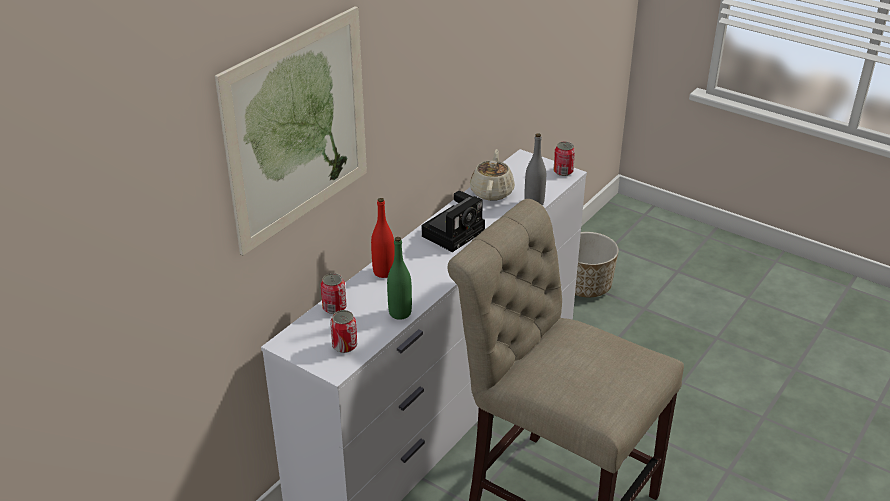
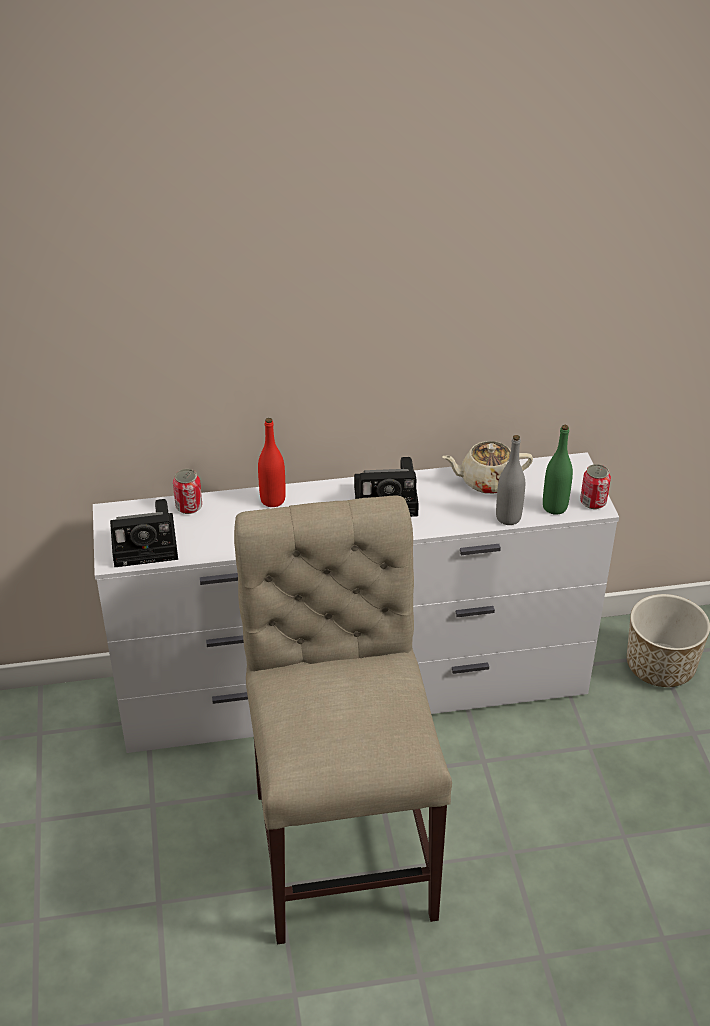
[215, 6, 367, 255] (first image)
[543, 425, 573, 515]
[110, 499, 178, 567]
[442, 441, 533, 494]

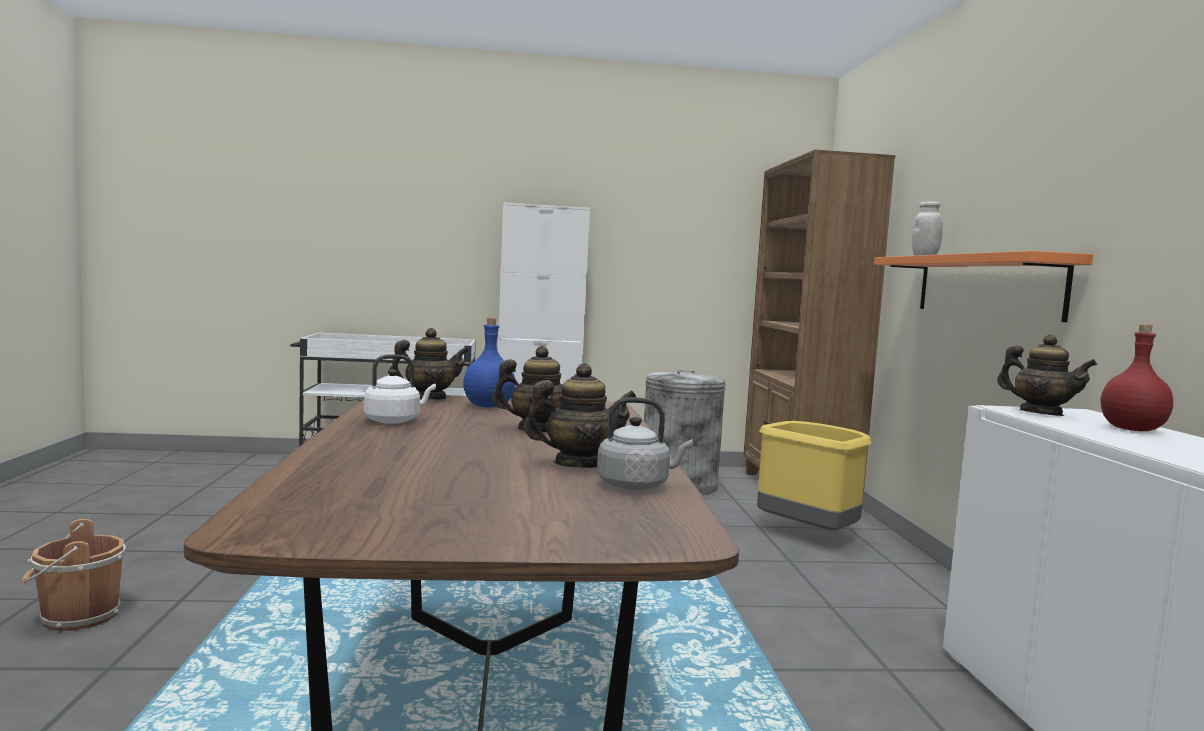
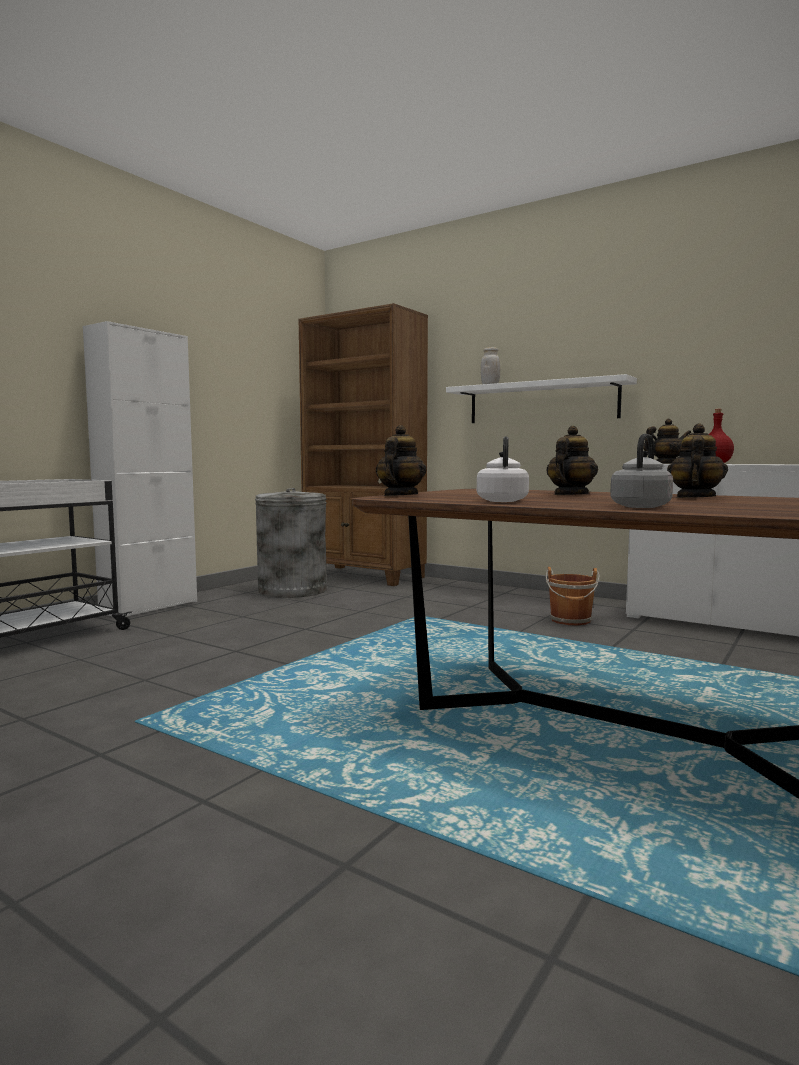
[463, 318, 515, 408] (first image)
[757, 421, 871, 530] (first image)
[546, 567, 600, 625]
[610, 434, 673, 508]
[446, 374, 637, 423]

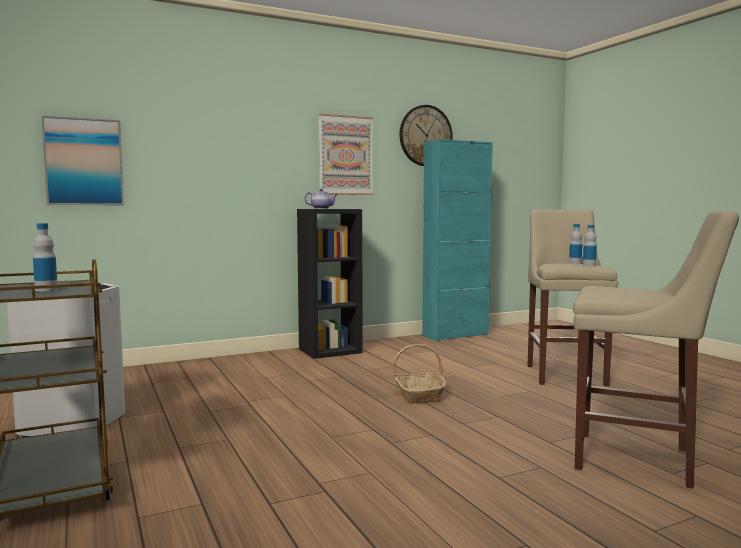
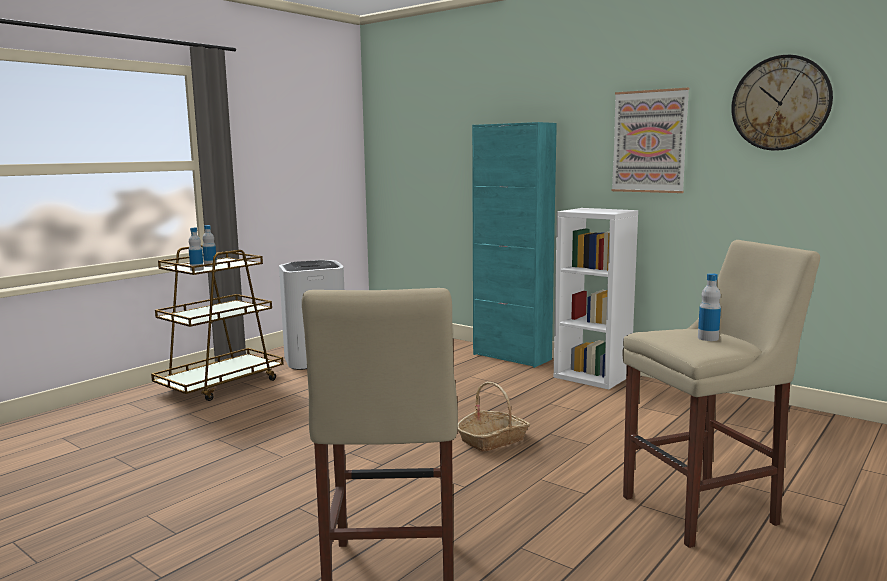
[42, 116, 124, 205] (first image)
[305, 189, 338, 209] (first image)
[472, 122, 557, 368]
[189, 228, 204, 271]
[554, 208, 638, 390]

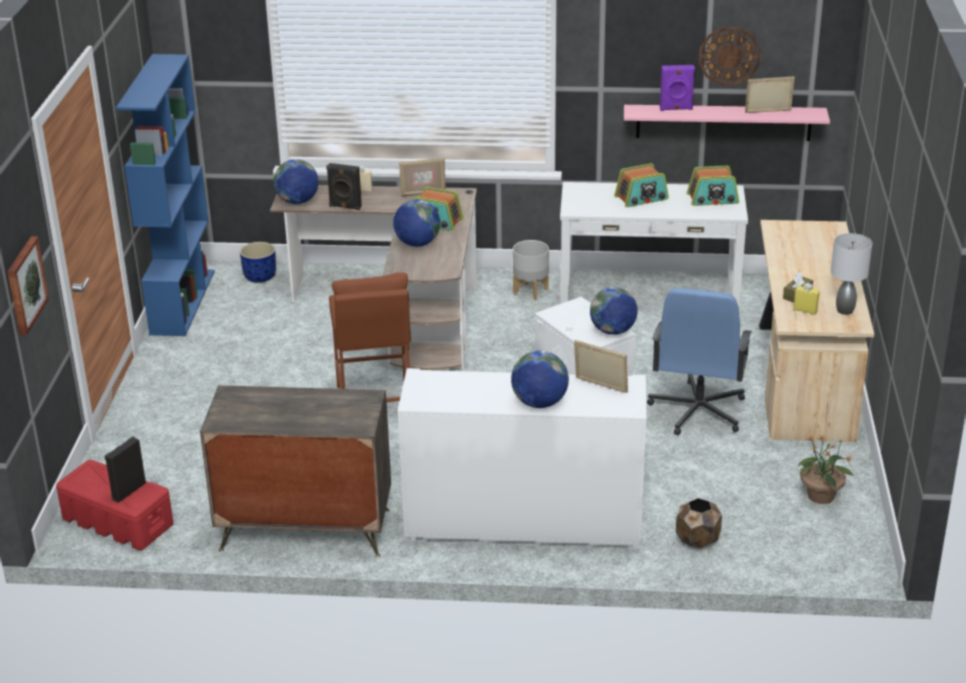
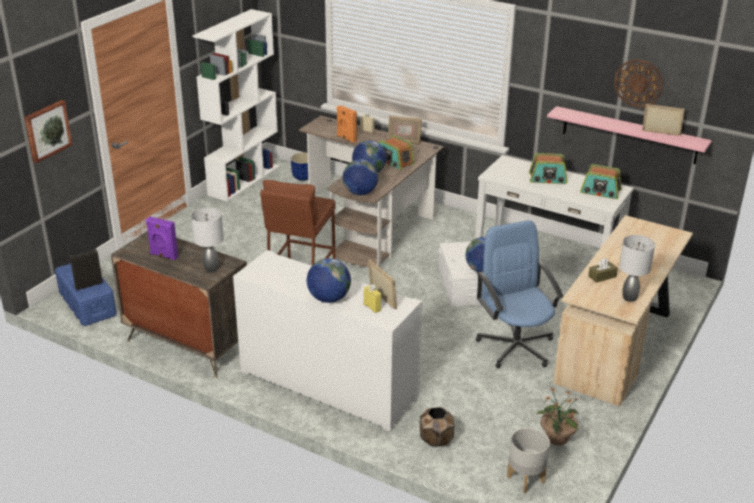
[191, 207, 224, 273]
[343, 159, 378, 195]
[507, 427, 550, 493]
[146, 217, 178, 260]
[364, 284, 381, 313]
[55, 263, 117, 326]
[193, 9, 279, 202]
[337, 105, 357, 143]
[476, 220, 564, 368]

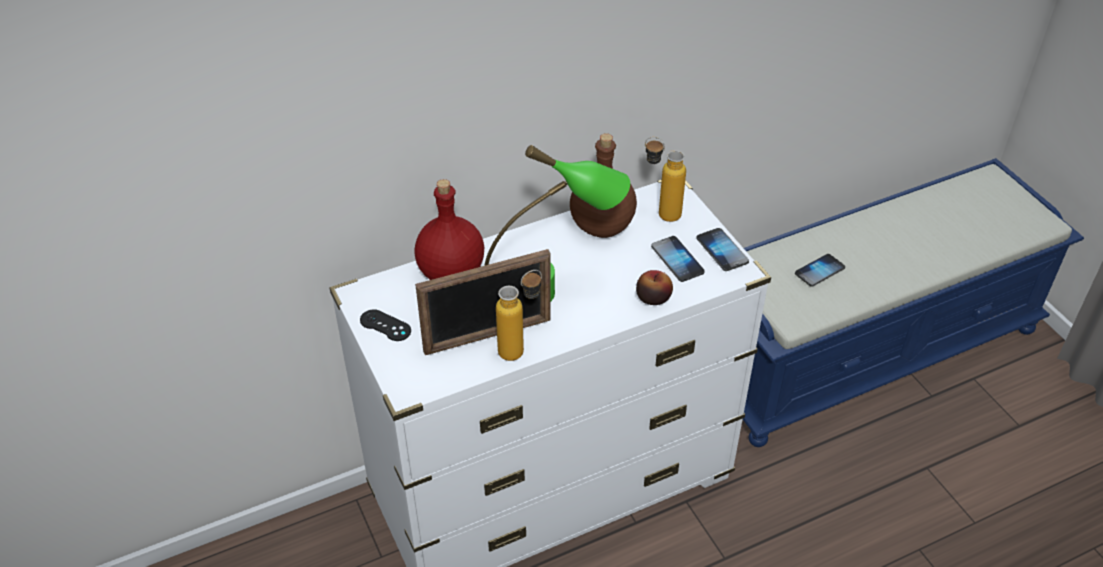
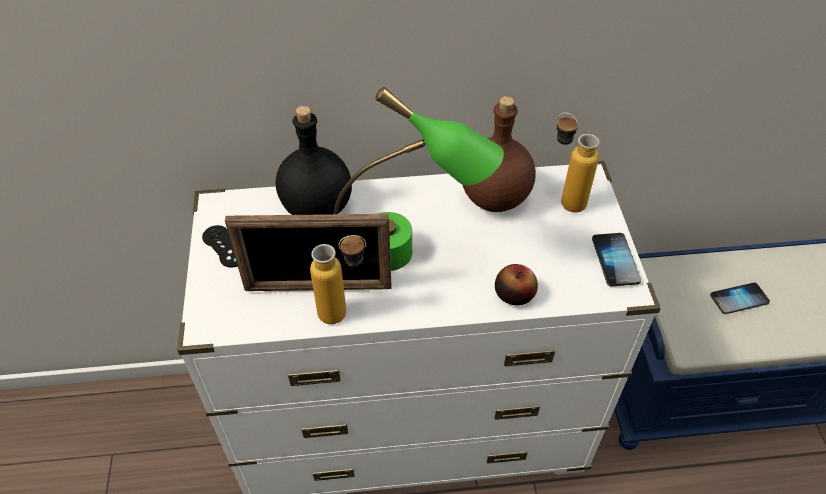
[651, 236, 705, 282] (first image)
[276, 106, 352, 215]

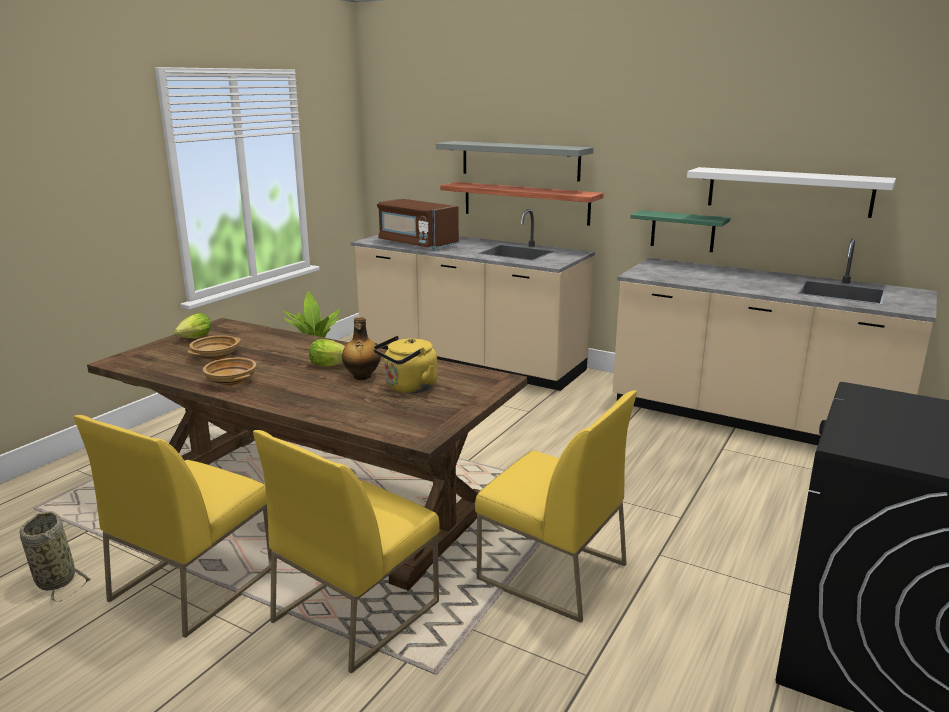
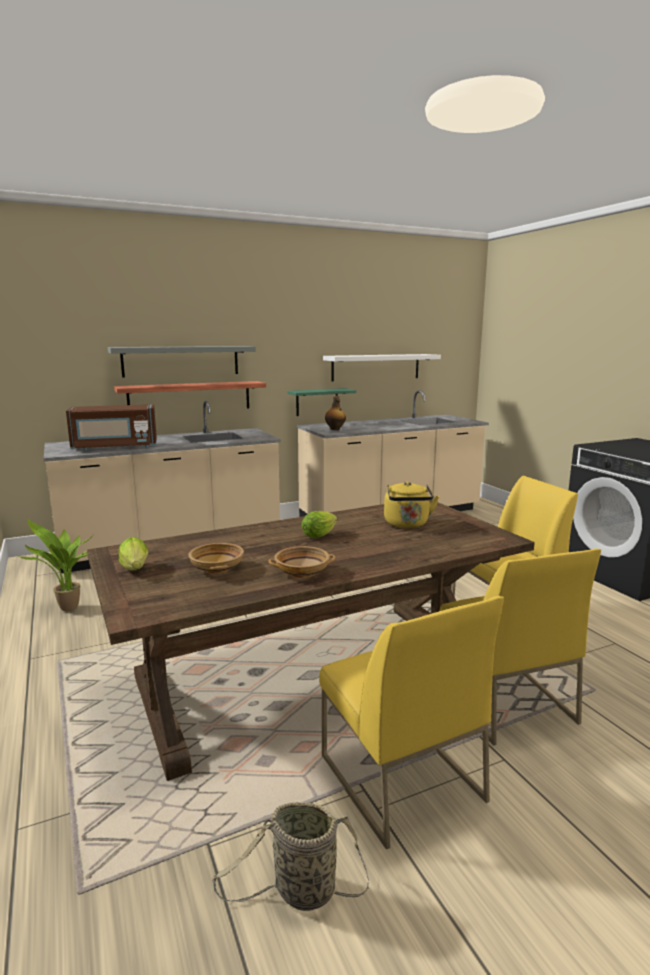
[325, 396, 346, 430]

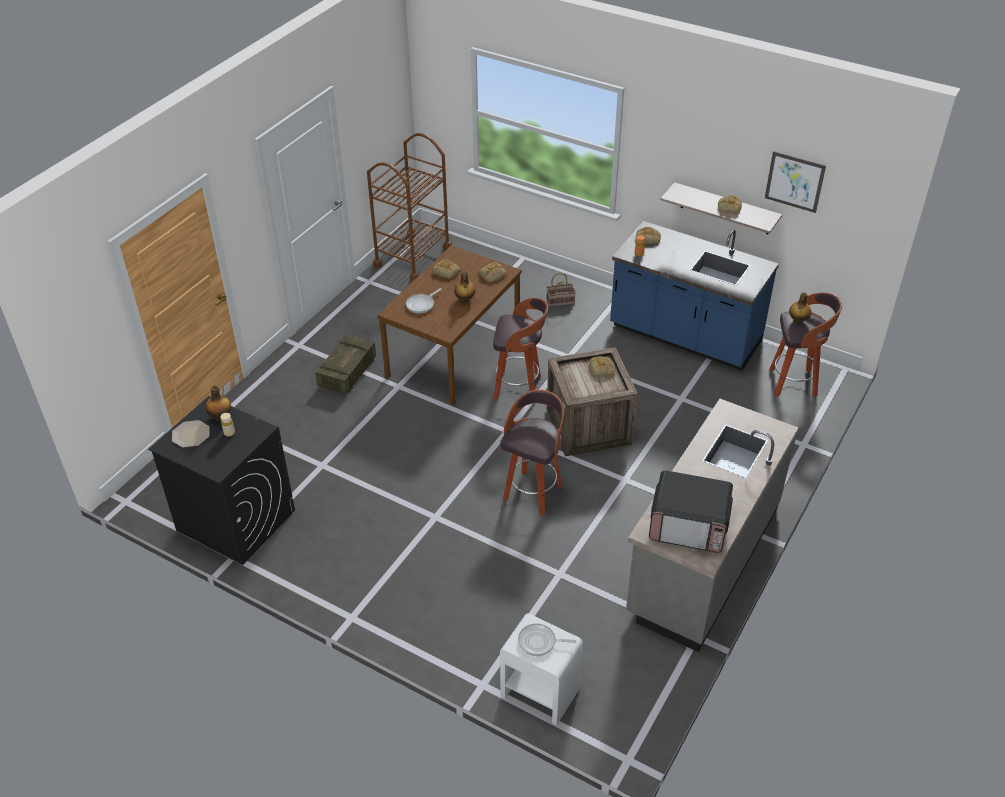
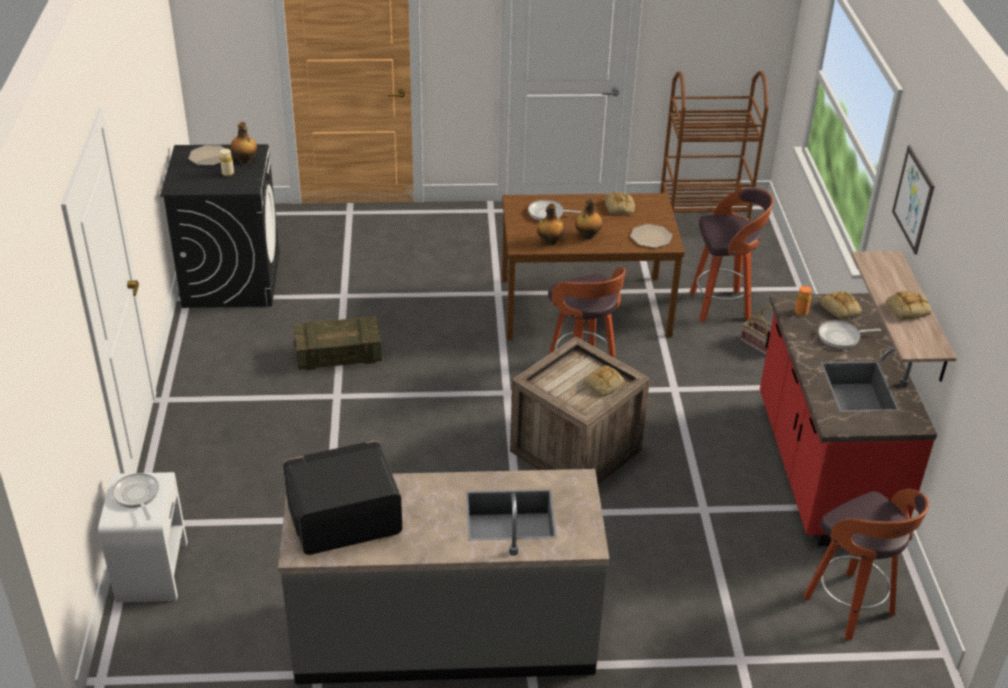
[818, 321, 881, 349]
[293, 316, 382, 371]
[689, 188, 773, 322]
[892, 145, 935, 254]
[537, 203, 565, 245]
[630, 224, 672, 248]
[760, 293, 937, 546]
[283, 440, 402, 555]

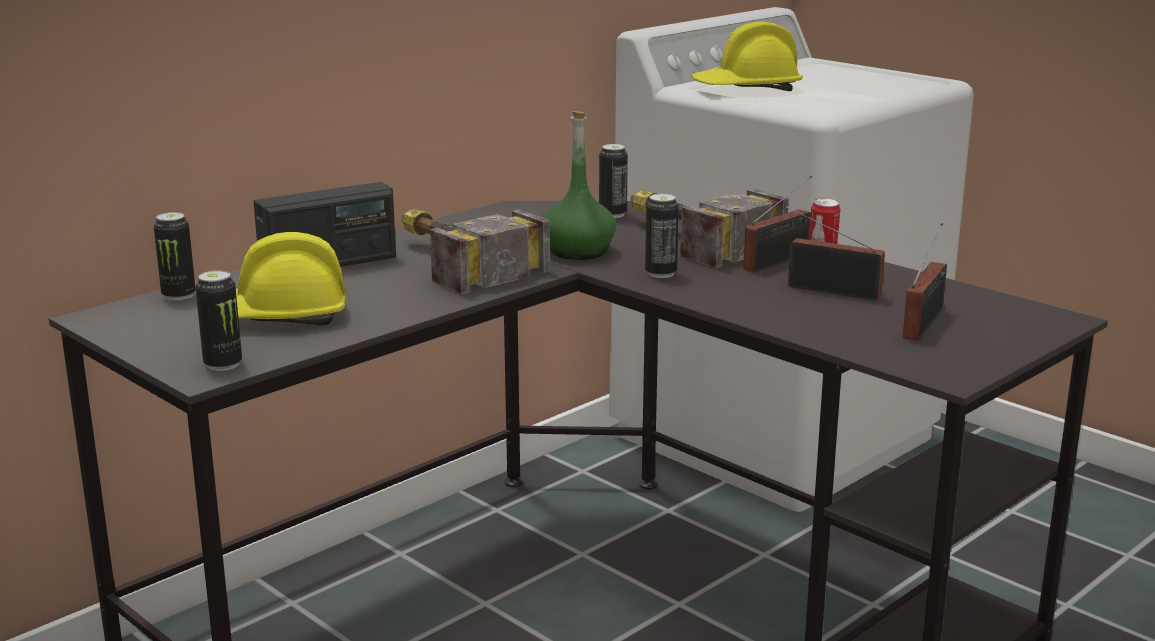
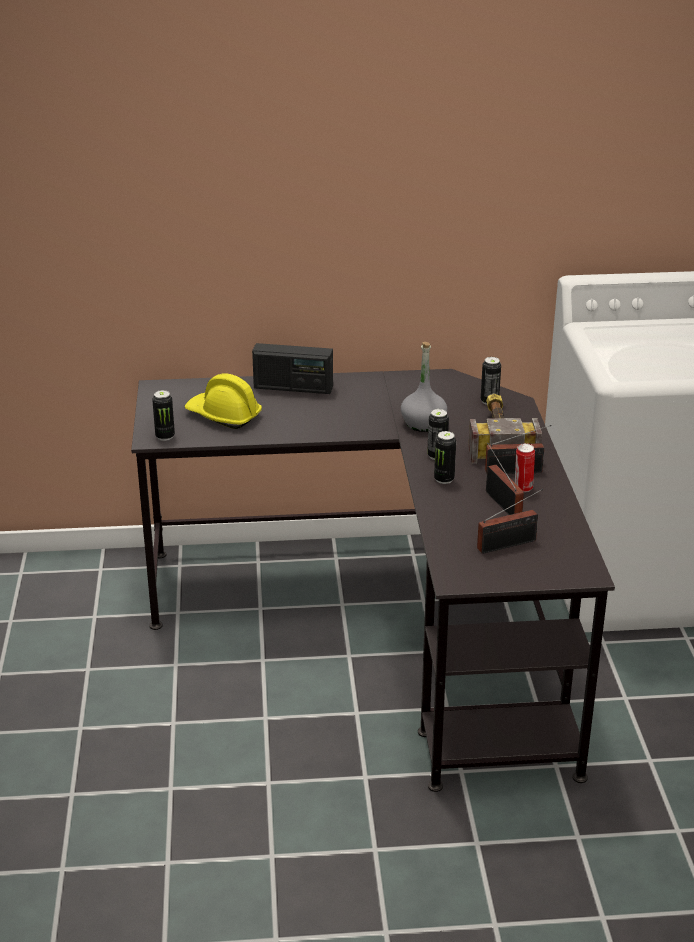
[402, 209, 550, 294] (first image)
[691, 22, 803, 91] (first image)
[434, 431, 456, 484]
[401, 342, 447, 432]

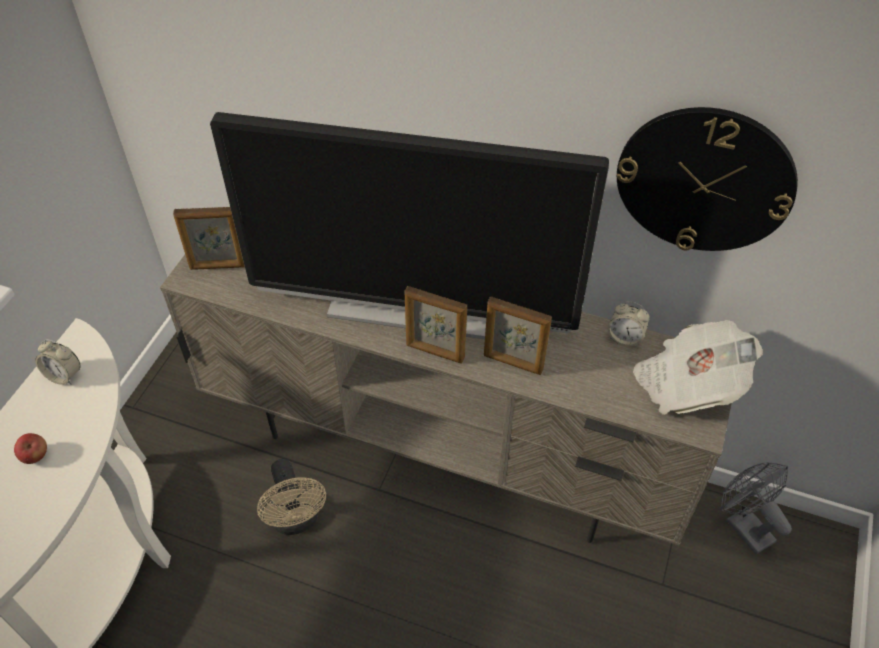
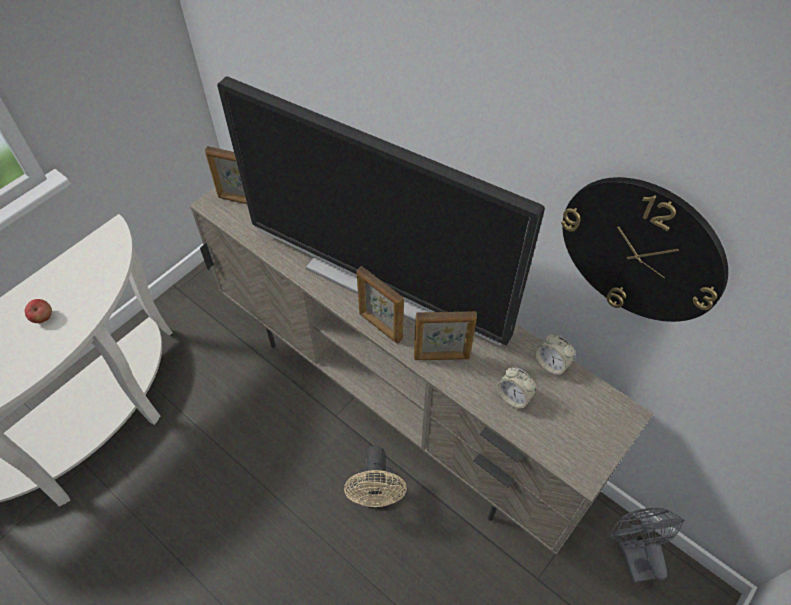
[633, 320, 763, 415] (first image)
[496, 367, 536, 409]
[344, 446, 407, 509]
[414, 311, 477, 360]

